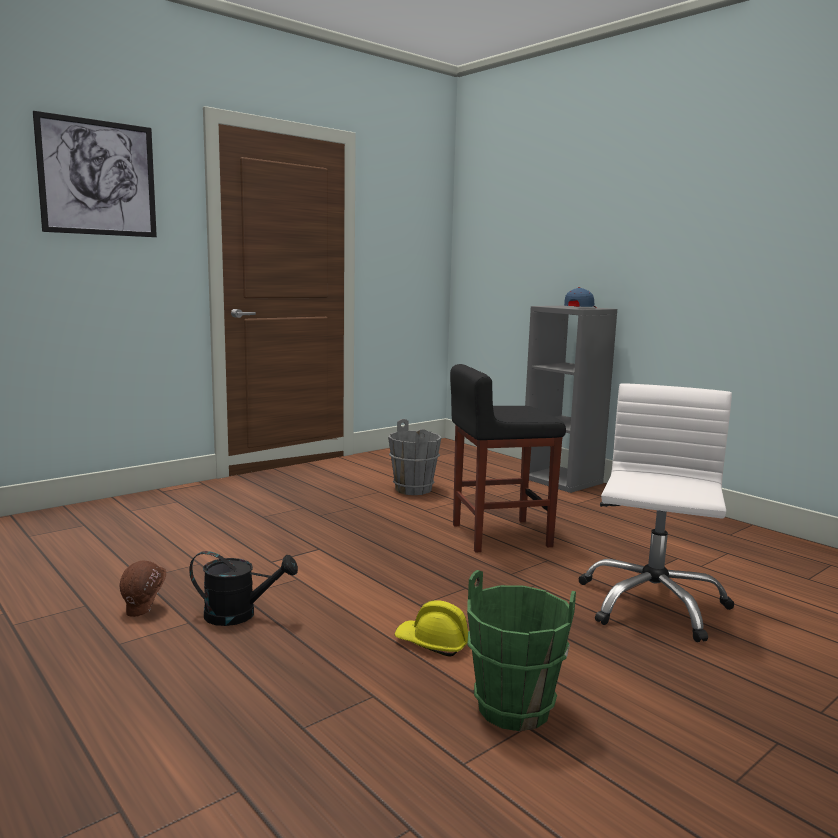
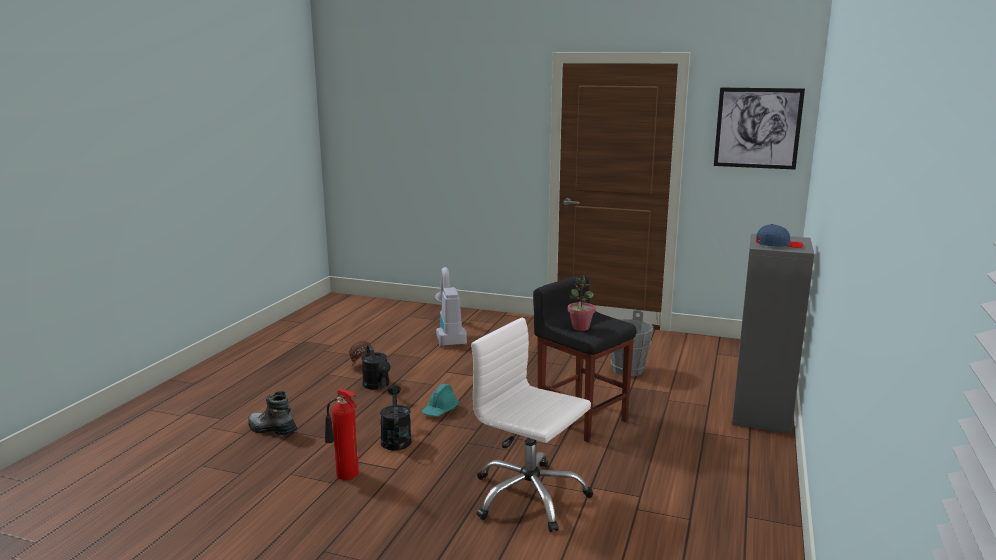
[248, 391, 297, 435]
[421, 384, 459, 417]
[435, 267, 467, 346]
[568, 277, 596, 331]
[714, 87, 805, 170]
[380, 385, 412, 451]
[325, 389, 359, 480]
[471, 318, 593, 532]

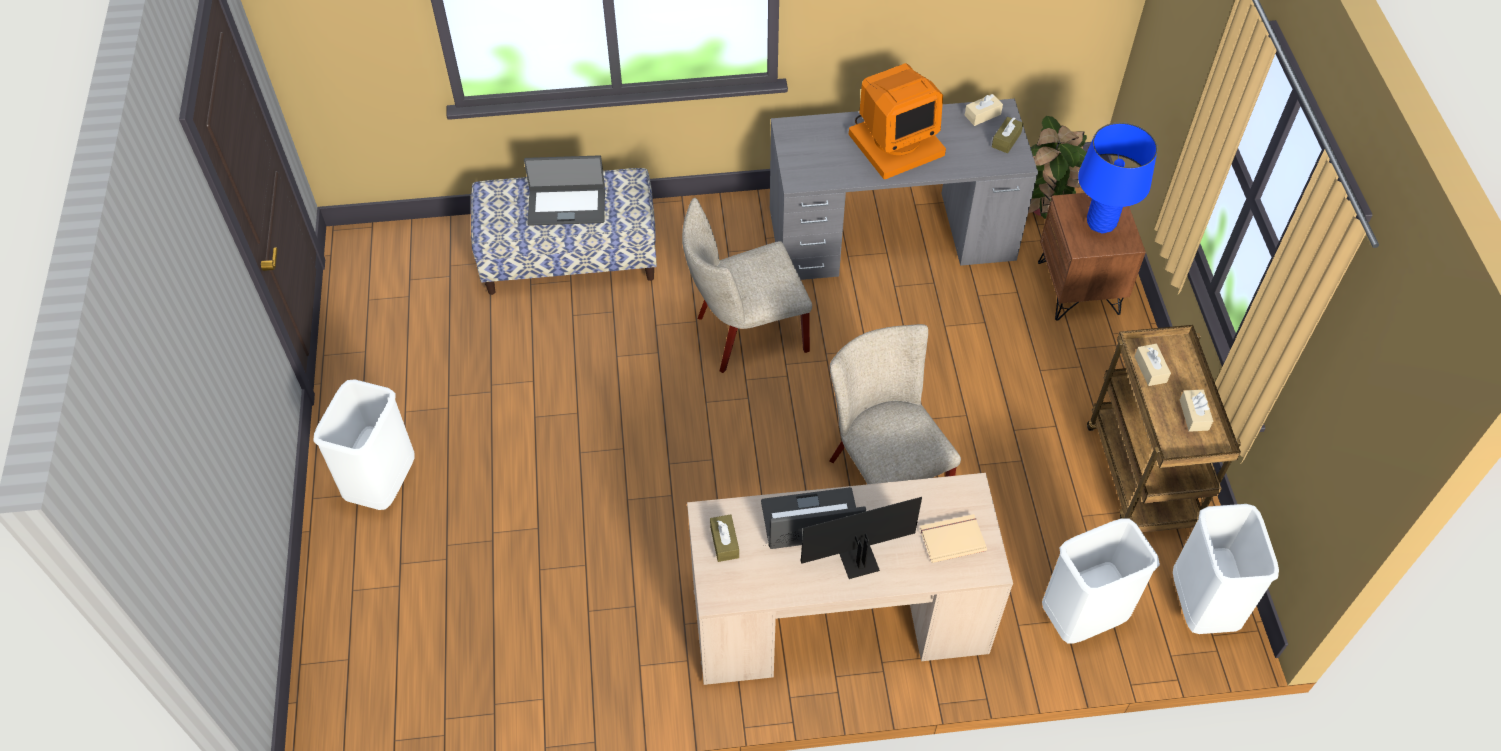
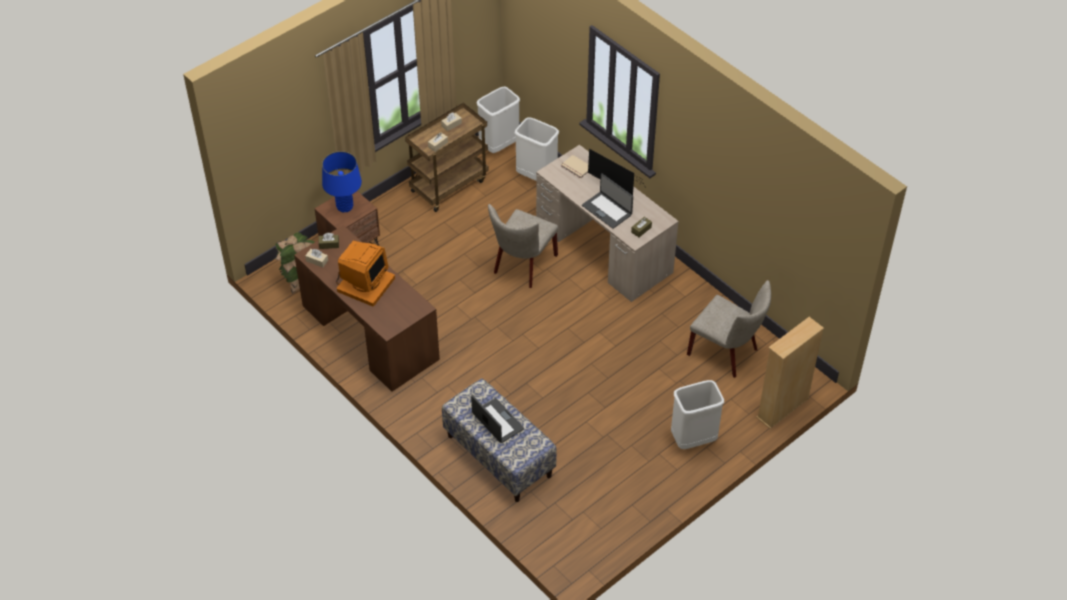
[756, 317, 824, 429]
[687, 280, 771, 378]
[294, 225, 440, 392]
[336, 240, 395, 306]

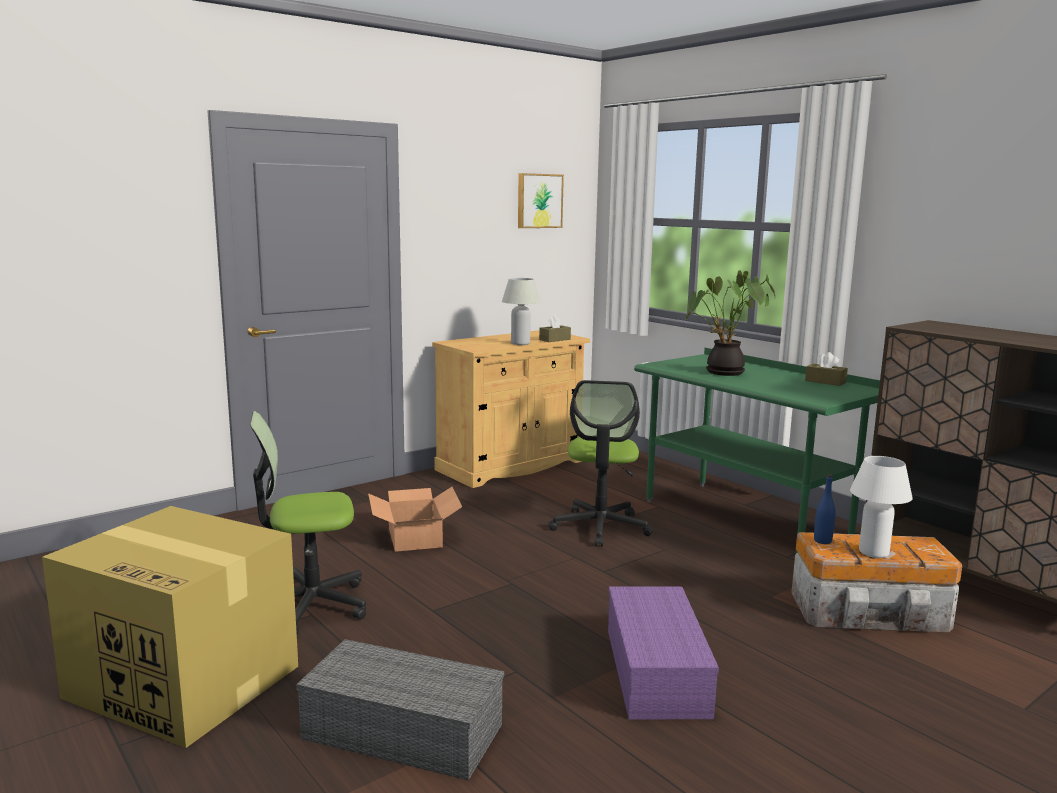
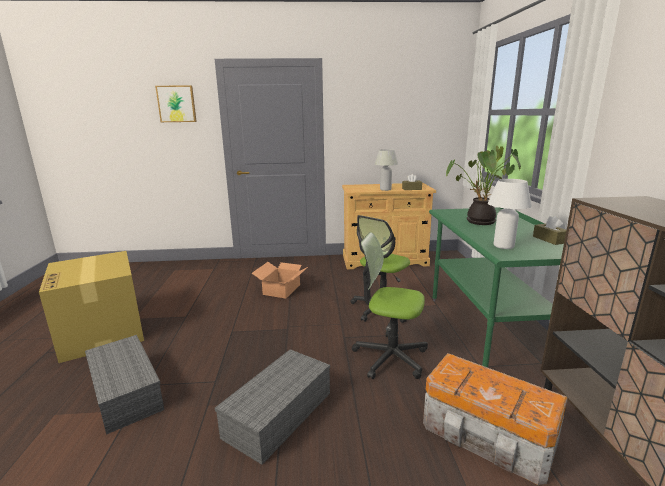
[814, 474, 836, 544] (first image)
[352, 232, 428, 379]
[155, 85, 197, 122]
[488, 179, 532, 249]
[215, 349, 330, 465]

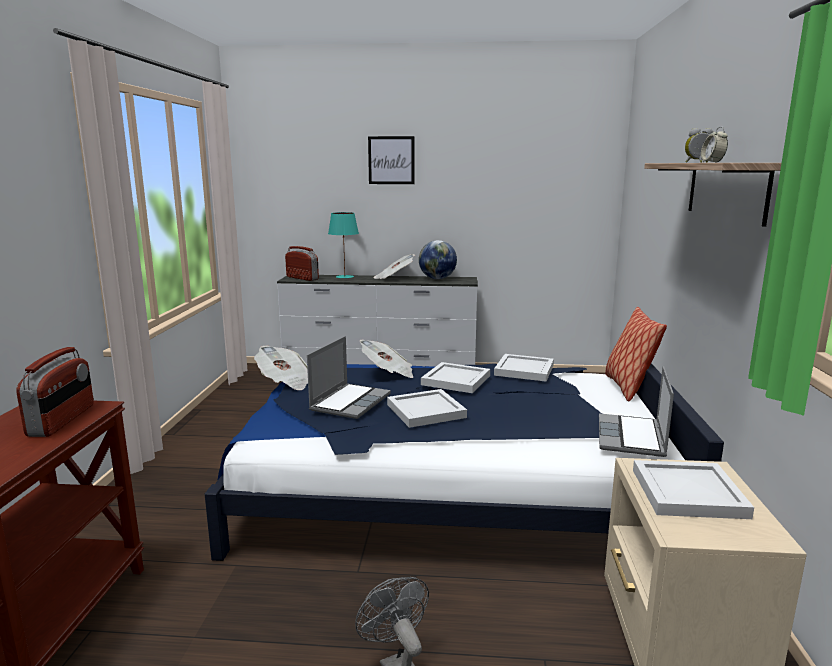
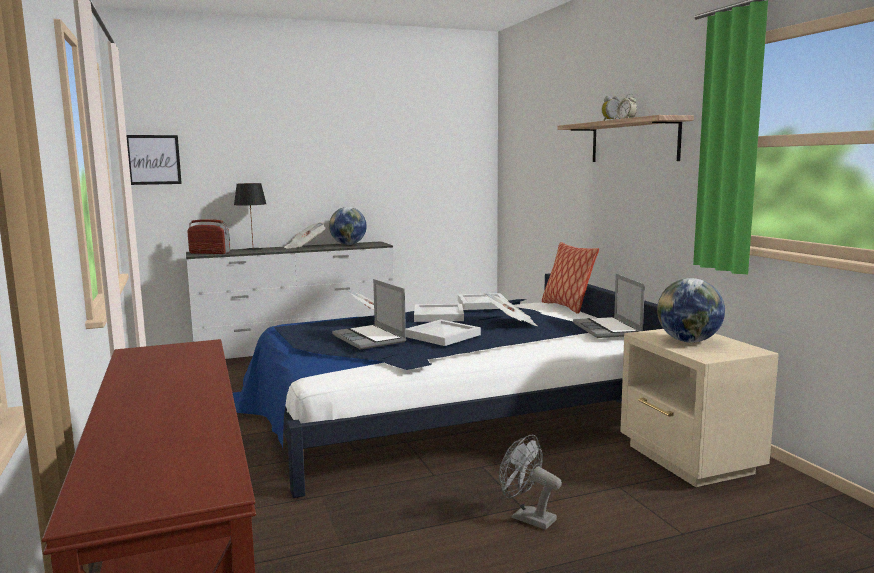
[16, 347, 94, 437] (first image)
[483, 293, 537, 326]
[126, 135, 182, 185]
[657, 278, 725, 343]
[234, 183, 266, 250]
[332, 279, 406, 350]

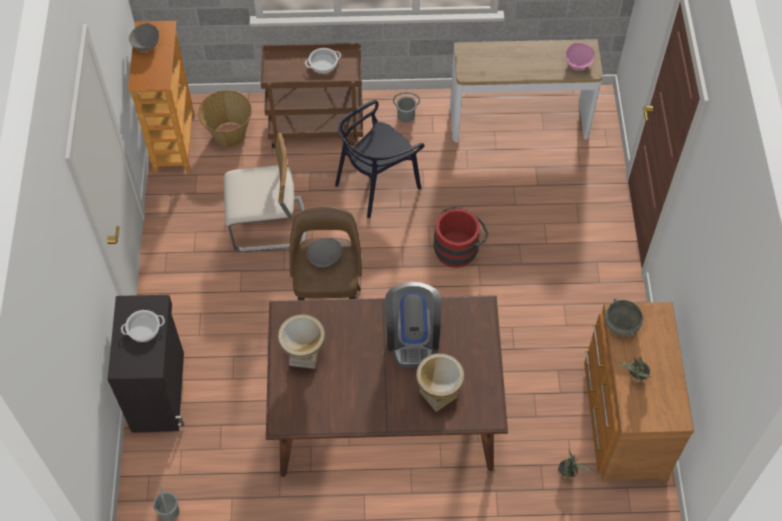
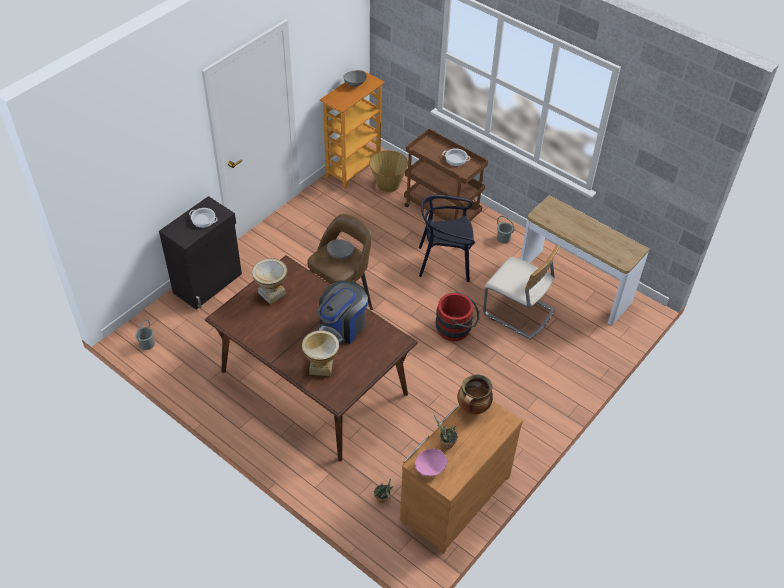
[483, 245, 559, 339]
[415, 449, 447, 476]
[457, 374, 493, 415]

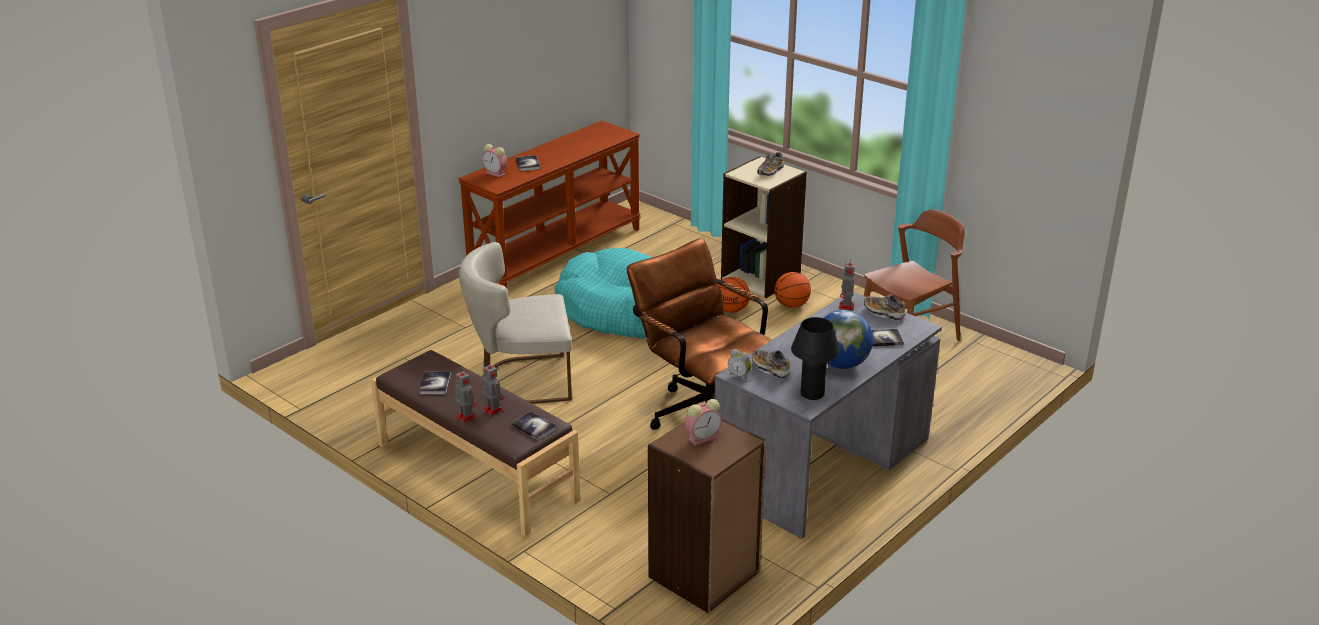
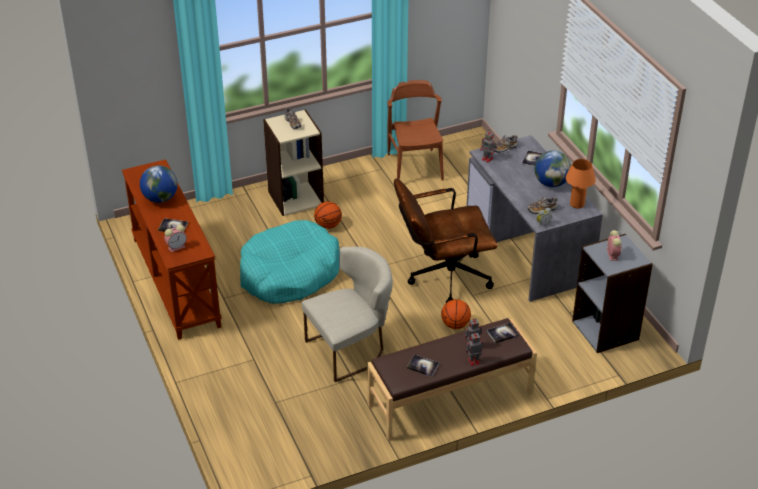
[140, 165, 178, 203]
[441, 299, 471, 329]
[572, 234, 653, 353]
[566, 159, 596, 209]
[302, 247, 393, 382]

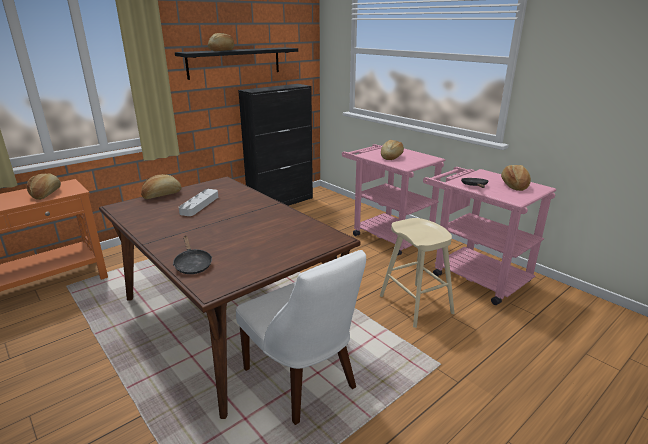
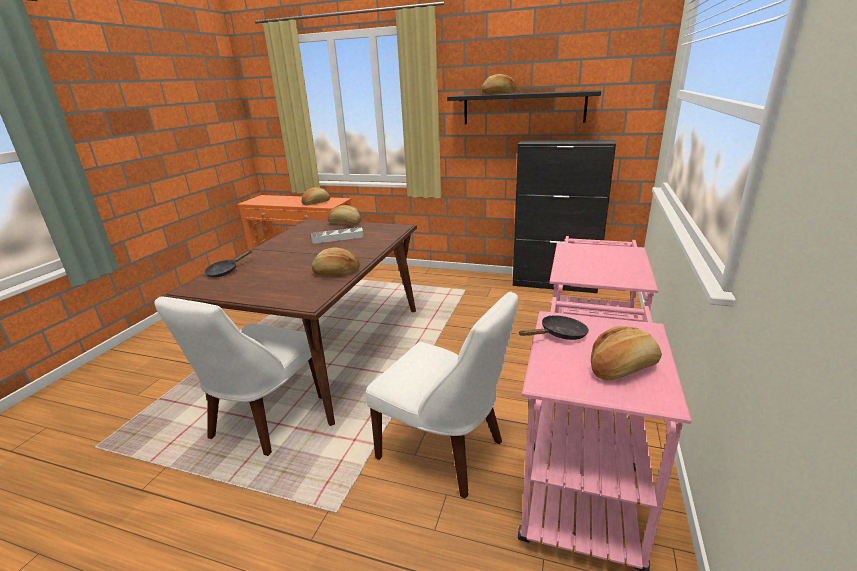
[312, 248, 360, 276]
[366, 292, 518, 499]

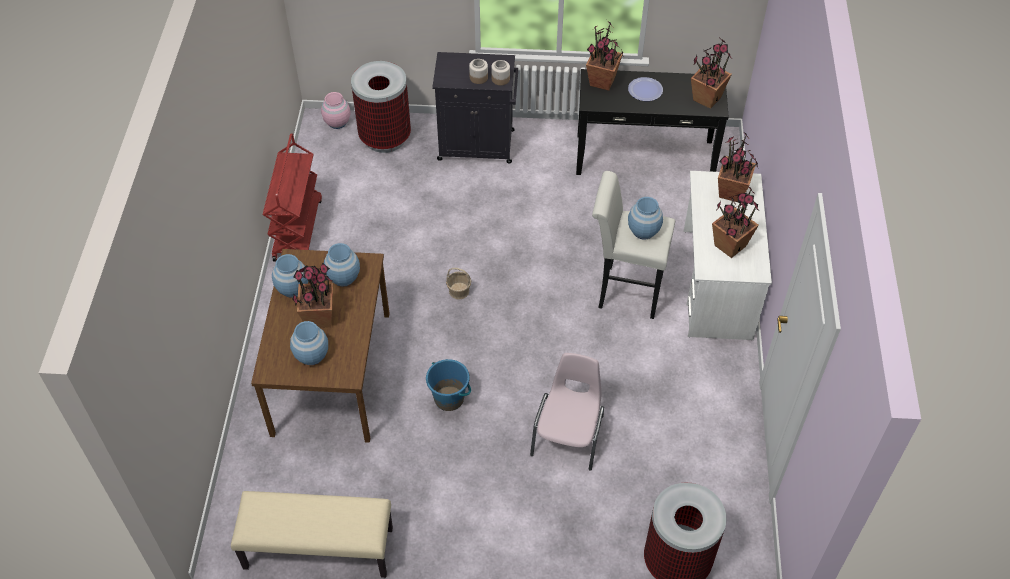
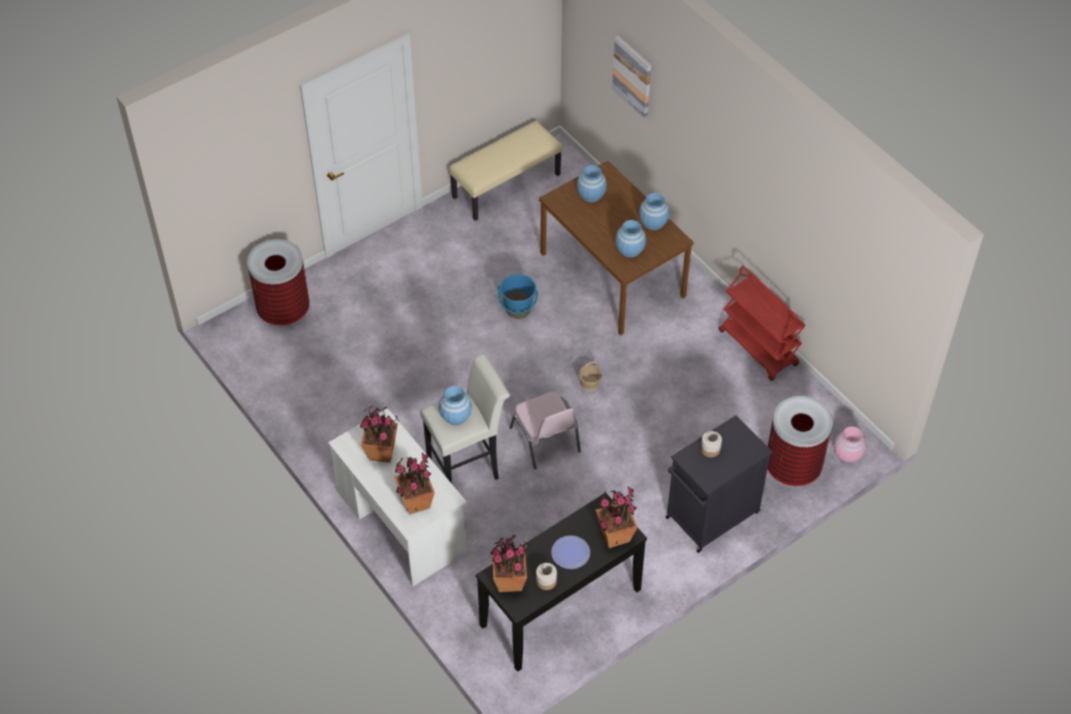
[292, 263, 333, 328] (first image)
[612, 36, 651, 118]
[536, 563, 557, 590]
[509, 392, 581, 469]

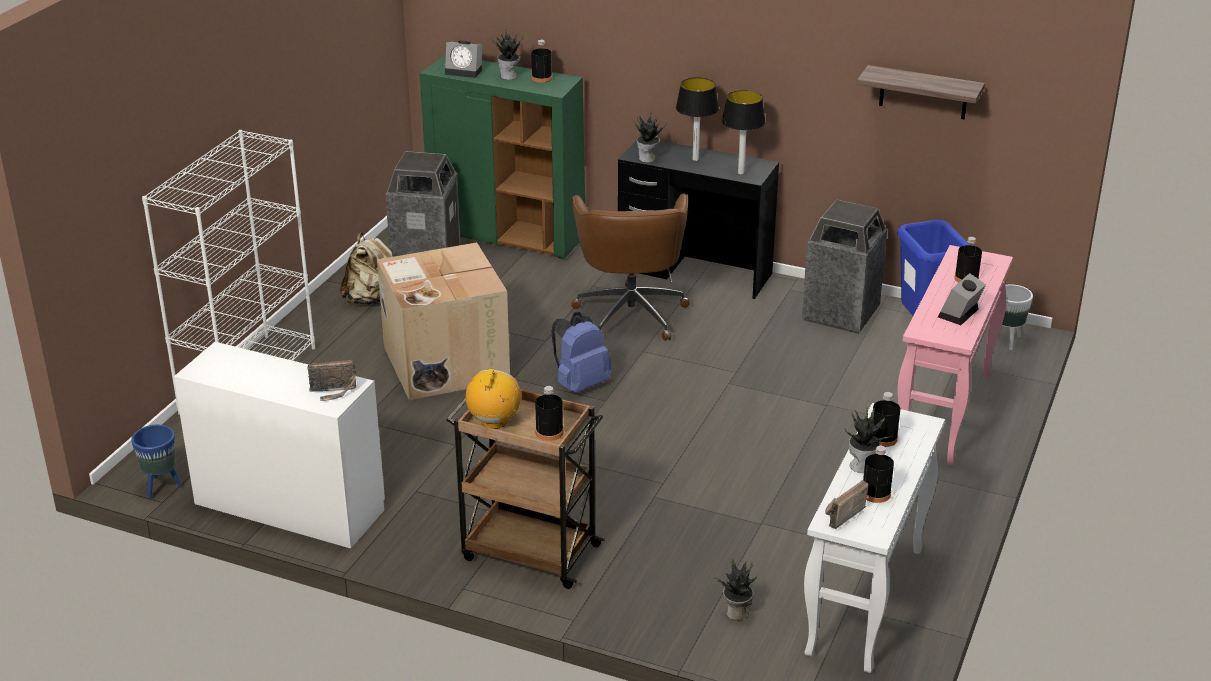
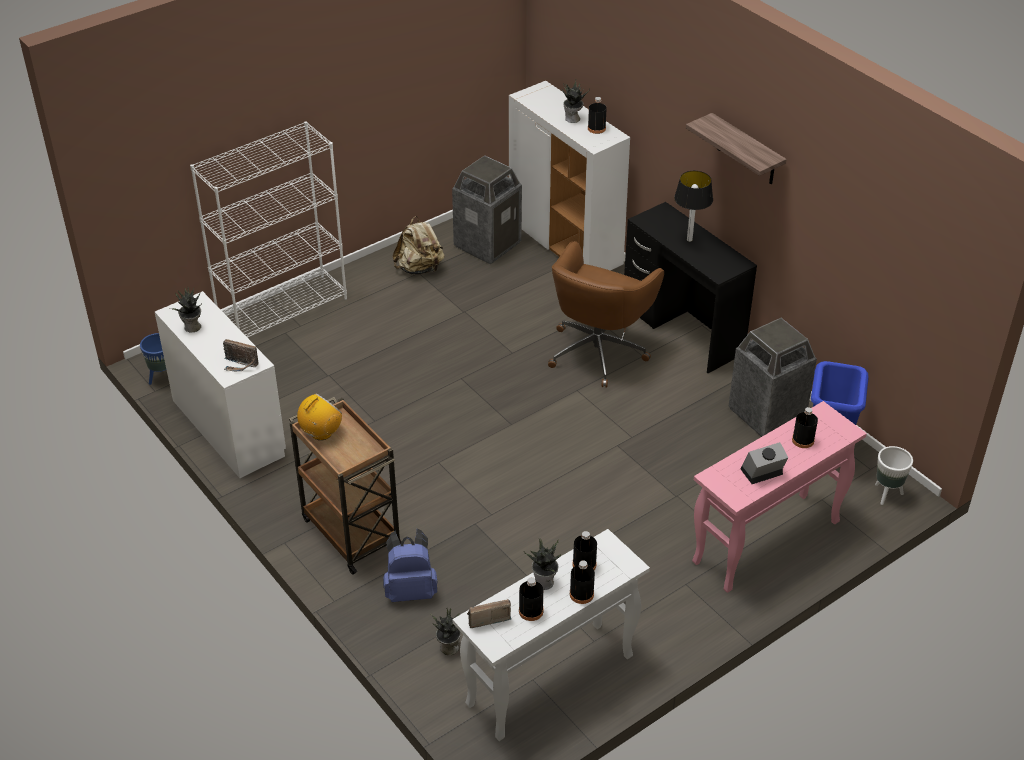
[377, 243, 510, 400] (first image)
[445, 41, 483, 78] (first image)
[722, 90, 766, 175] (first image)
[570, 561, 595, 604]
[383, 529, 438, 602]
[170, 287, 202, 333]
[686, 113, 787, 185]
[509, 81, 630, 271]

